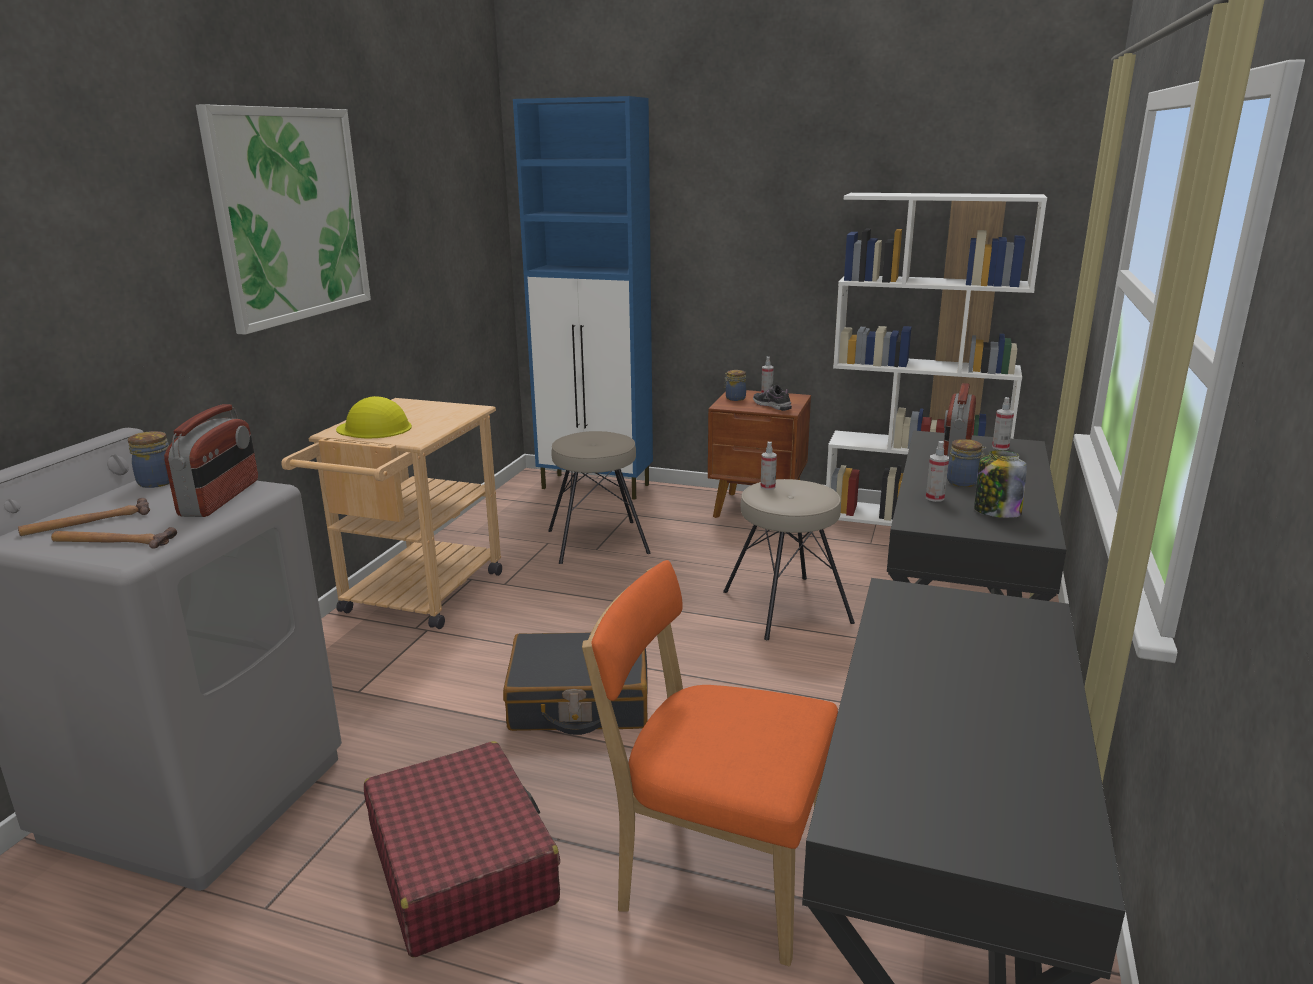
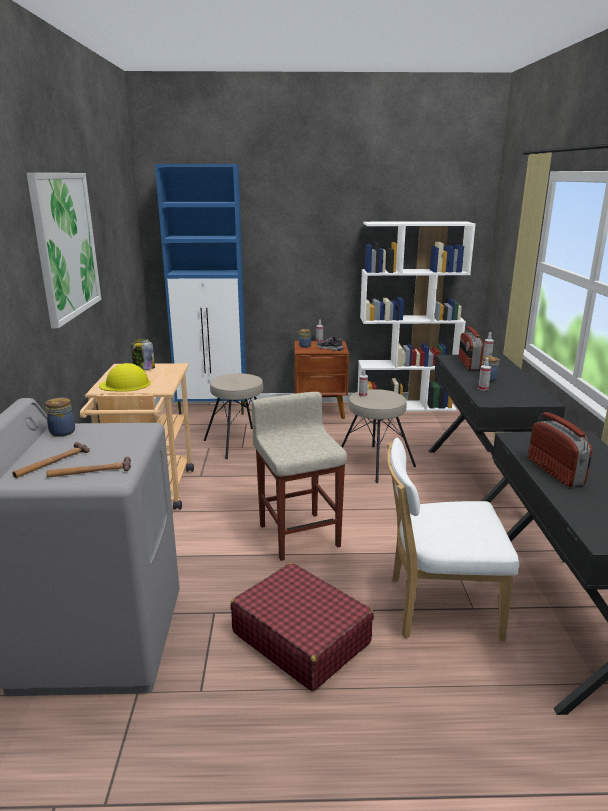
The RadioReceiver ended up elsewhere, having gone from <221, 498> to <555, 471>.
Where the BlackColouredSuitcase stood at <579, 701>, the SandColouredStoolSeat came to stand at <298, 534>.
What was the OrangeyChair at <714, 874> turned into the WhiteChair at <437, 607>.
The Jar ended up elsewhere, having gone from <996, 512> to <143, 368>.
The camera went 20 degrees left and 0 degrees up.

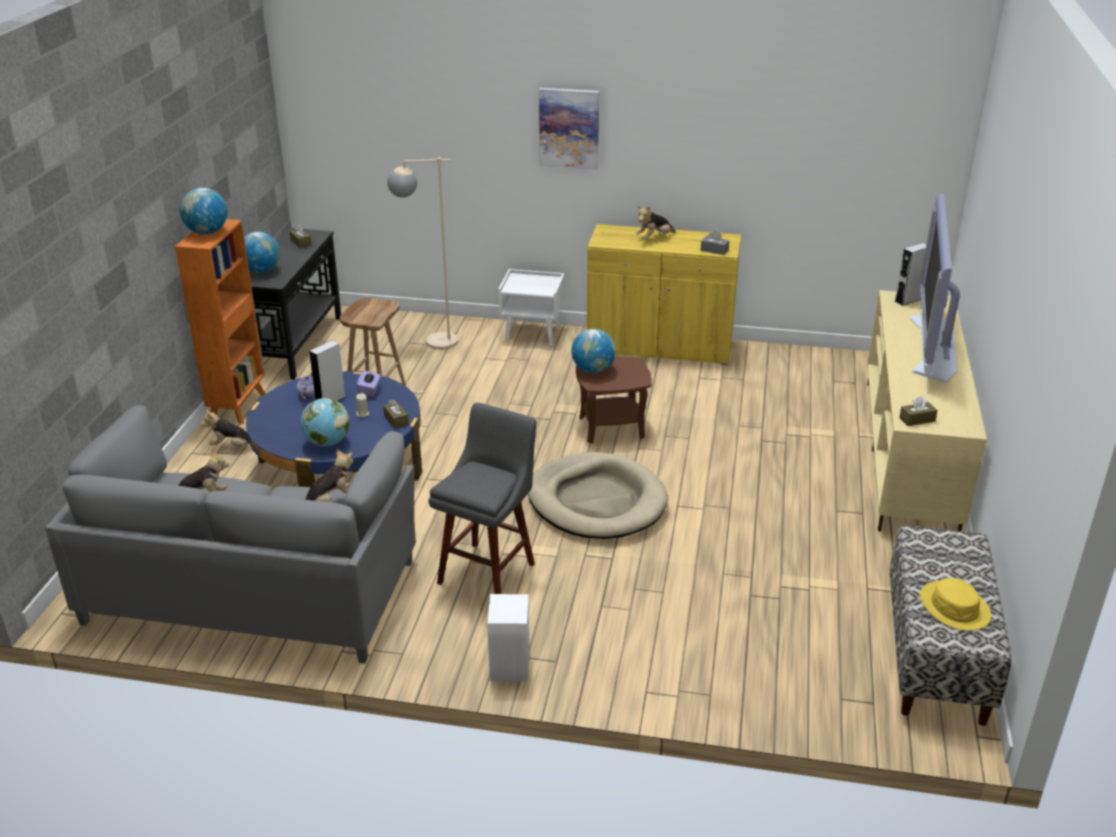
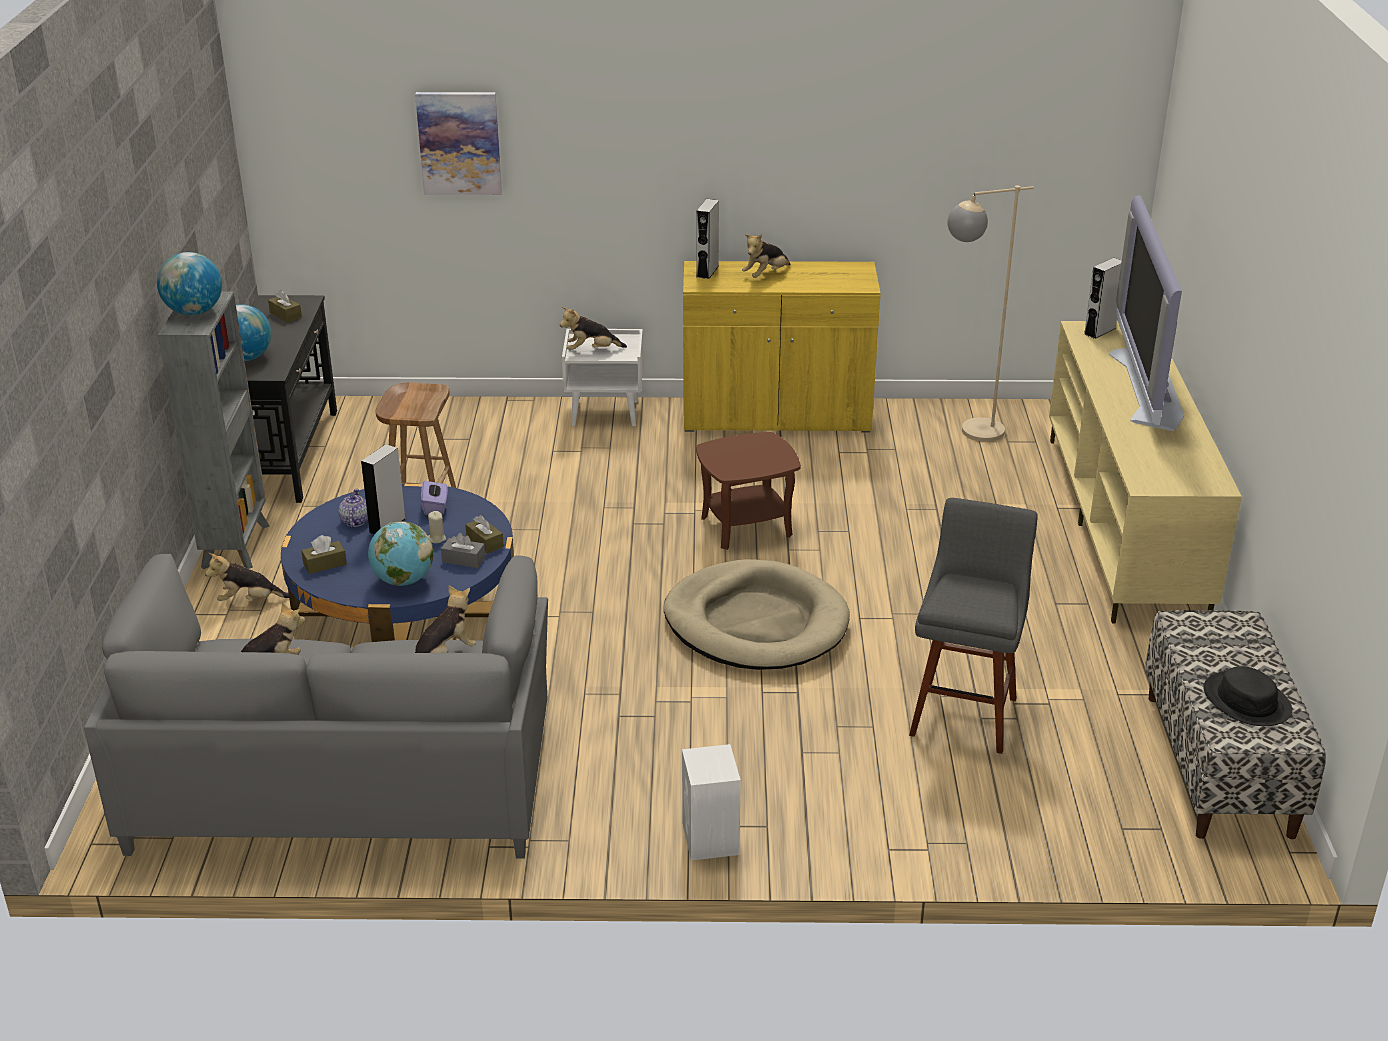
What was the OrangeyBookshelf at <238, 406> turned into the GrayBookshelf at <236, 545>.
The SandColouredStandardLamp ended up elsewhere, having gone from <430, 342> to <968, 433>.
The GrayStoolSeat ended up elsewhere, having gone from <489, 570> to <965, 712>.
The Picture ended up elsewhere, having gone from <569, 128> to <459, 143>.
The second view lost the Globe at <593, 370>.
The GrayTissueHolder ended up elsewhere, having gone from <714, 250> to <463, 560>.
The BrownTissueHolder ended up elsewhere, having gone from <917, 419> to <325, 564>.
What was the YellowishWearableHat at <955, 607> turned into the BlackColouredWearableHat at <1247, 700>.
The second view gained the CuddlyToy at <591, 351>.
The second view gained the GrayLoudspeaker at <707, 271>.
The camera went 10 degrees left and 0 degrees up.

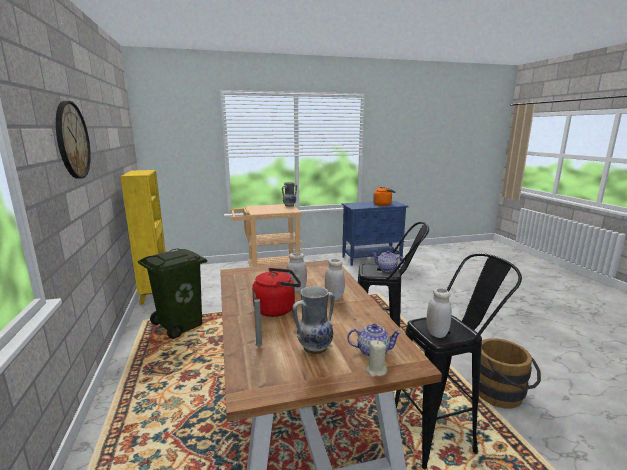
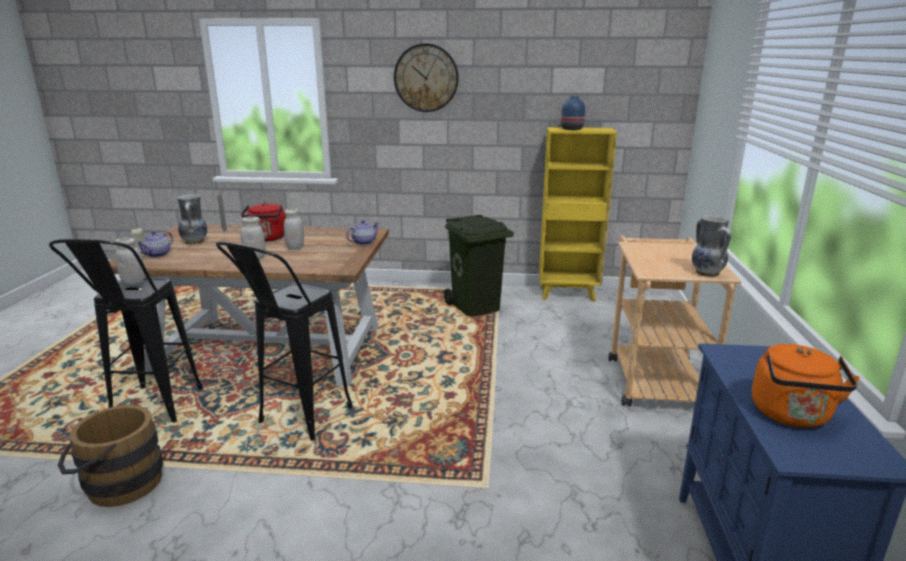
The TeaPot ended up elsewhere, having gone from <387, 269> to <363, 242>.
The second view gained the BlueDecorativeVase at <572, 129>.
The camera went 110 degrees right and 5 degrees up.

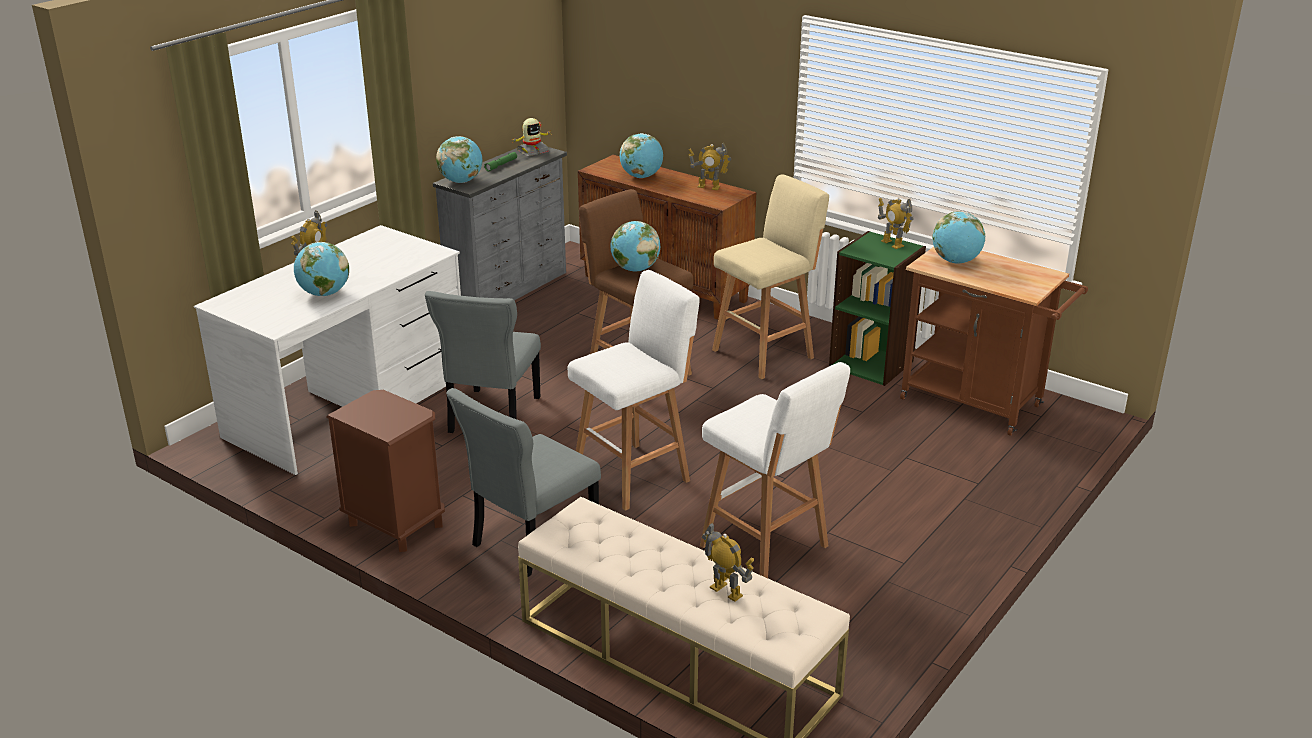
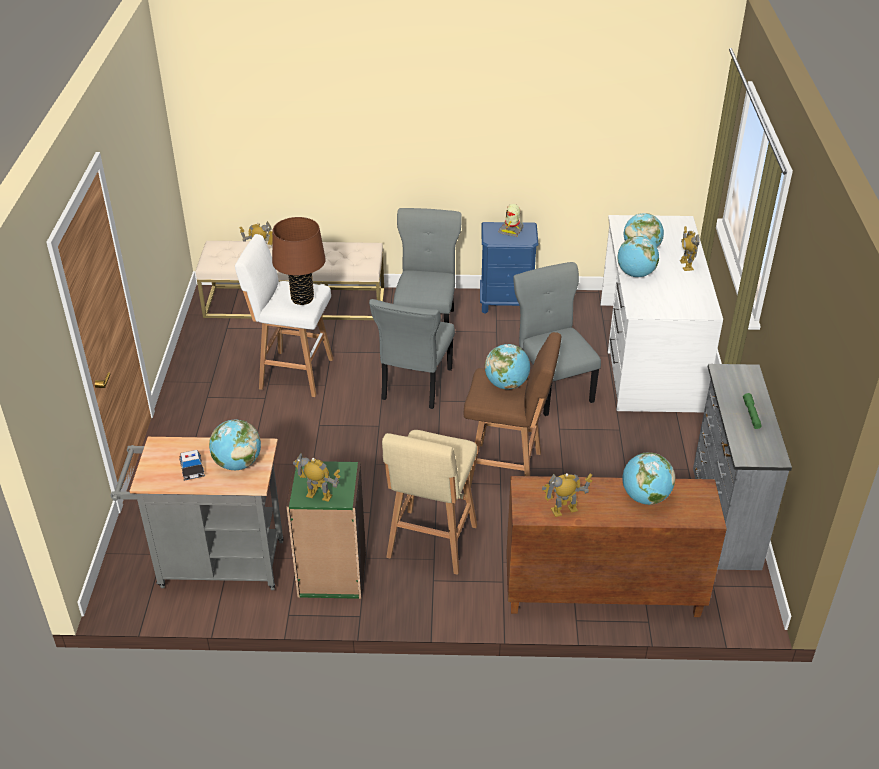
What was the BrownNightstand at <395, 525> turned into the BlueNightstand at <507, 303>.
The Globe ended up elsewhere, having gone from <461, 181> to <635, 274>.
The ToyRobot ended up elsewhere, having gone from <532, 151> to <511, 230>.
Where the WhiteStoolSeat stood at <634, 474>, the GrayChair came to stand at <415, 386>.
What was the BrownTrolley at <979, 405> turned into the GrayTrolley at <214, 565>.
The second view gained the ModelCar at <192, 468>.
The second view gained the BrownLampForATable at <302, 299>.
The camera went 145 degrees right and 10 degrees up.

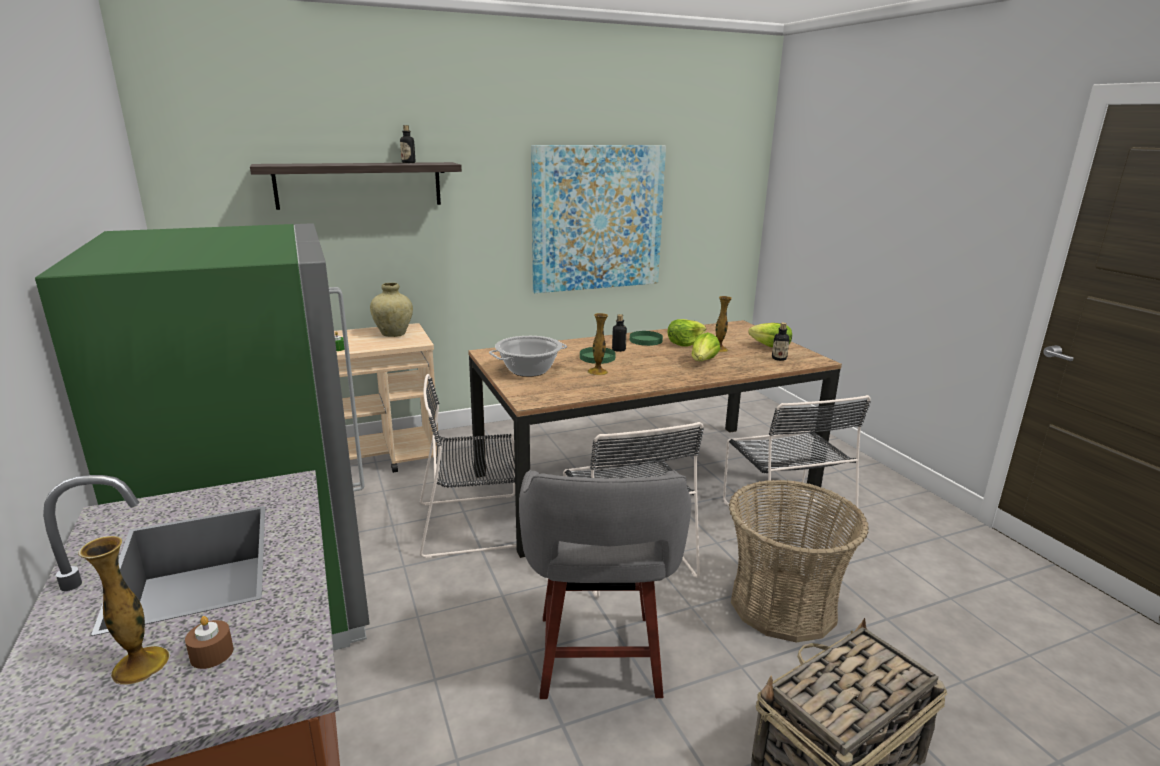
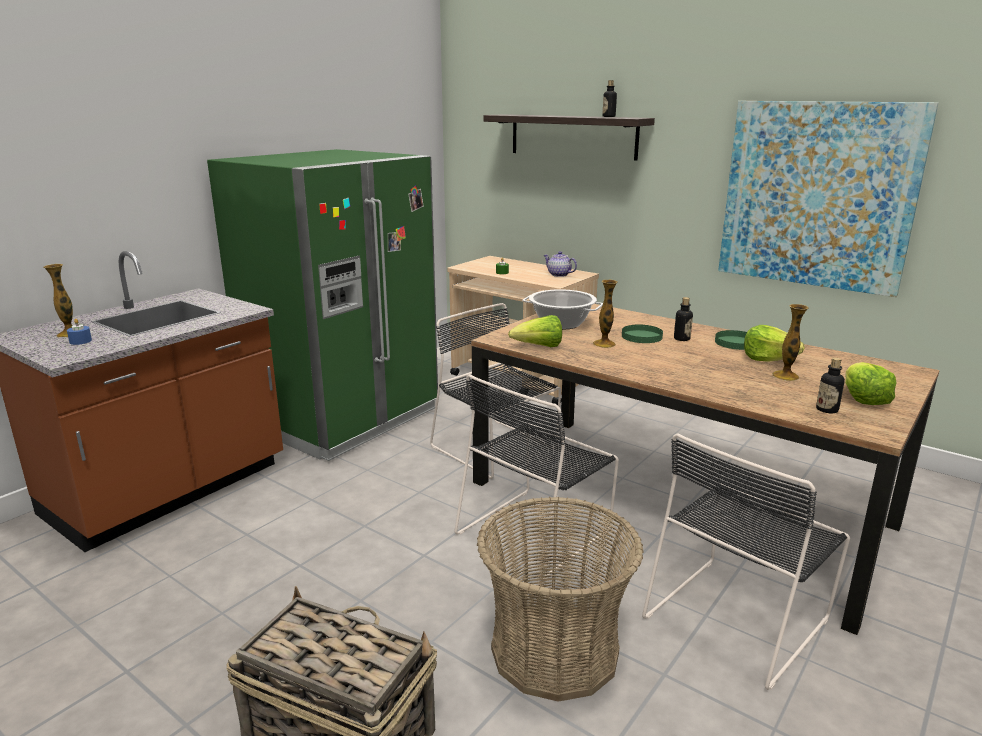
What was the BrownCandle at <212, 654> turned into the BlueCandle at <80, 341>.
Where the SandColouredDecorativeVase stood at <393, 334>, the TeaPot came to stand at <558, 275>.
The second view lost the GrayStoolSeat at <599, 659>.
The Lettuce ended up elsewhere, having gone from <703, 362> to <539, 347>.
The camera went 60 degrees right and 0 degrees up.

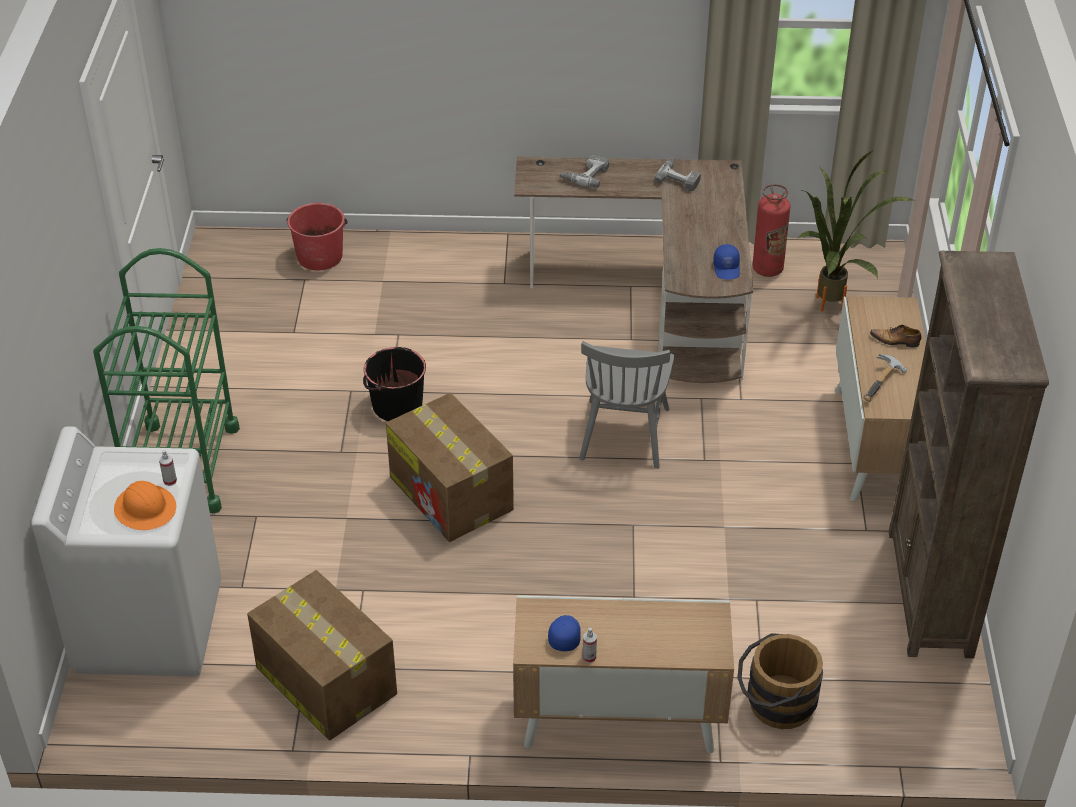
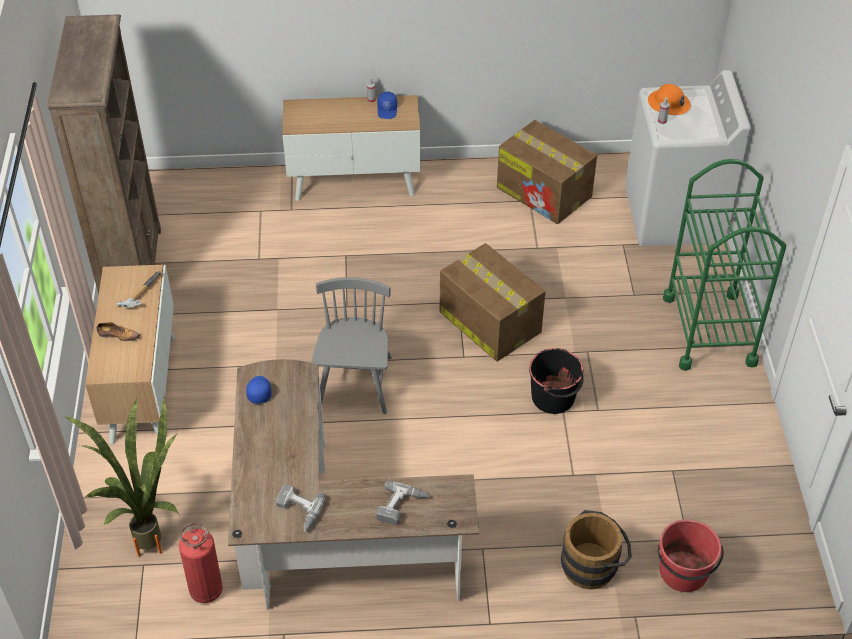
The BrownWaterBucket ended up elsewhere, having gone from <775, 704> to <593, 565>.
The camera went 175 degrees right and 5 degrees up.

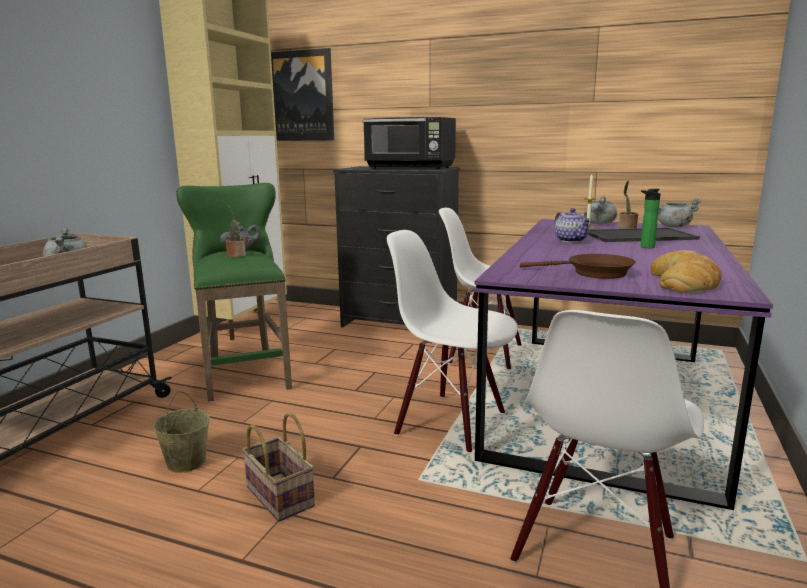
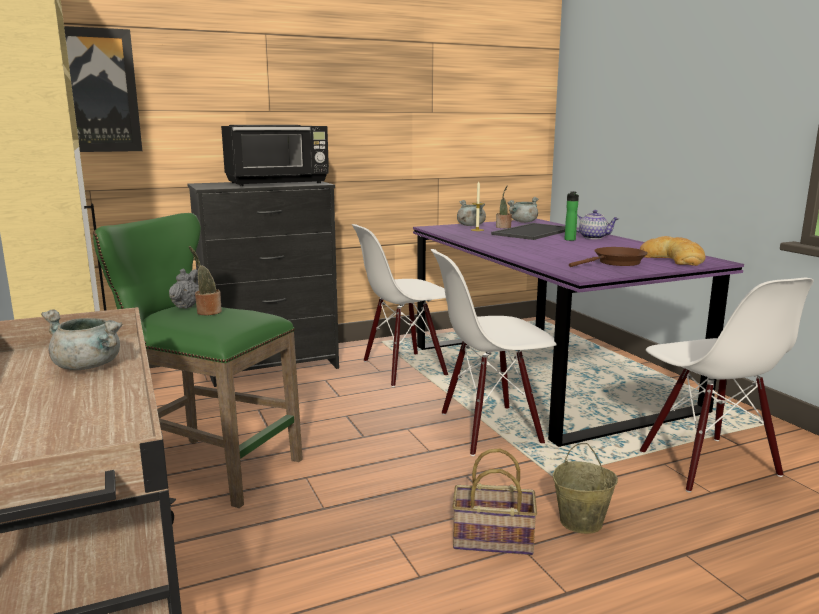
The SandColouredWaterBucket ended up elsewhere, having gone from <185, 462> to <580, 522>.
The TeaPot ended up elsewhere, having gone from <571, 240> to <593, 237>.
The camera went 45 degrees left and 0 degrees up.

